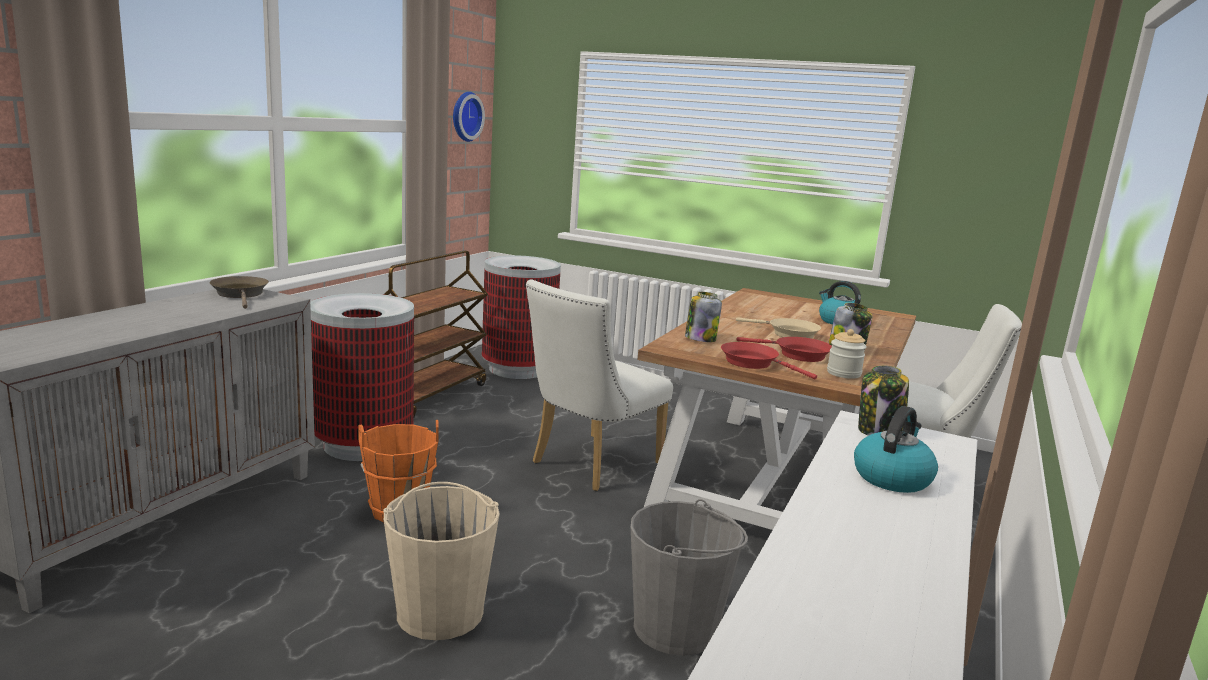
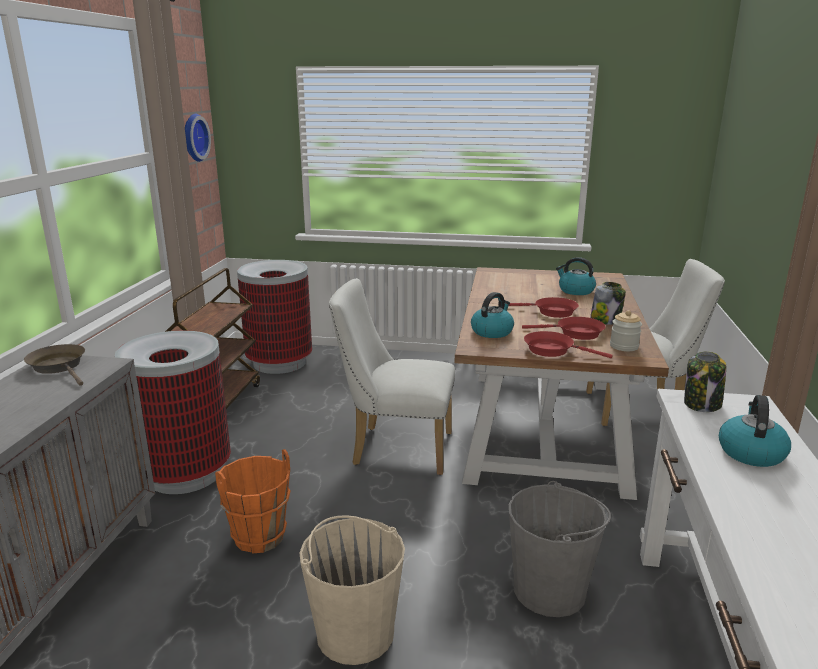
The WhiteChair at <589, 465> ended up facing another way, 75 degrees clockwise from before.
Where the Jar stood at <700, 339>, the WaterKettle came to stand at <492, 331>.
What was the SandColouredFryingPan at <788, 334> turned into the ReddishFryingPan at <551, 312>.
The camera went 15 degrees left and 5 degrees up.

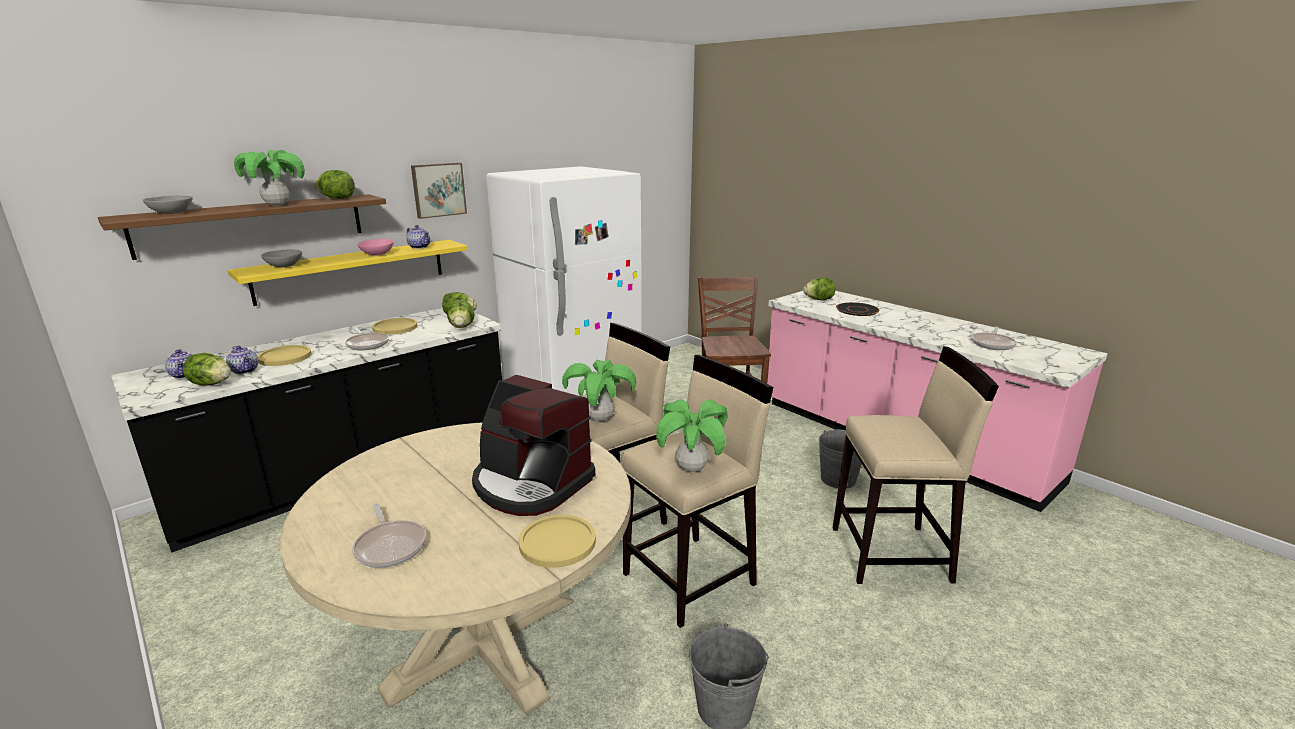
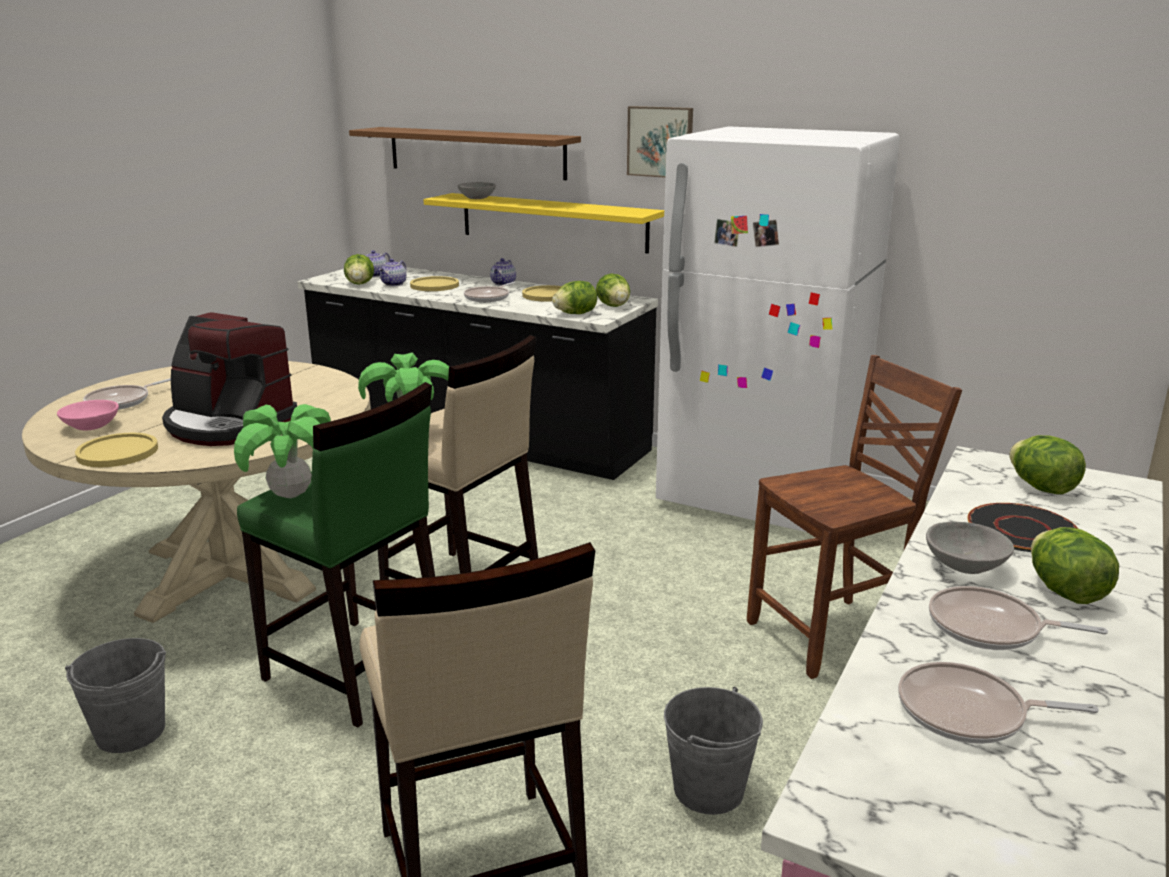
The GrayServingBowl ended up elsewhere, having gone from <172, 213> to <965, 566>.
The second view lost the PlantInAPot at <277, 205>.
The Lettuce ended up elsewhere, having gone from <337, 198> to <1065, 592>.
The PinkServingBowl ended up elsewhere, having gone from <377, 254> to <91, 427>.
The TeaPot ended up elsewhere, having gone from <420, 247> to <504, 284>.
The CoffeeMaker at <531, 484> ended up facing another way, 75 degrees counterclockwise from before.
What was the SandColouredStoolSeat at <691, 579> turned into the GreenStoolSeat at <356, 671>.
The second view gained the FryingPan at <990, 628>.
The camera went 70 degrees right and 0 degrees up.

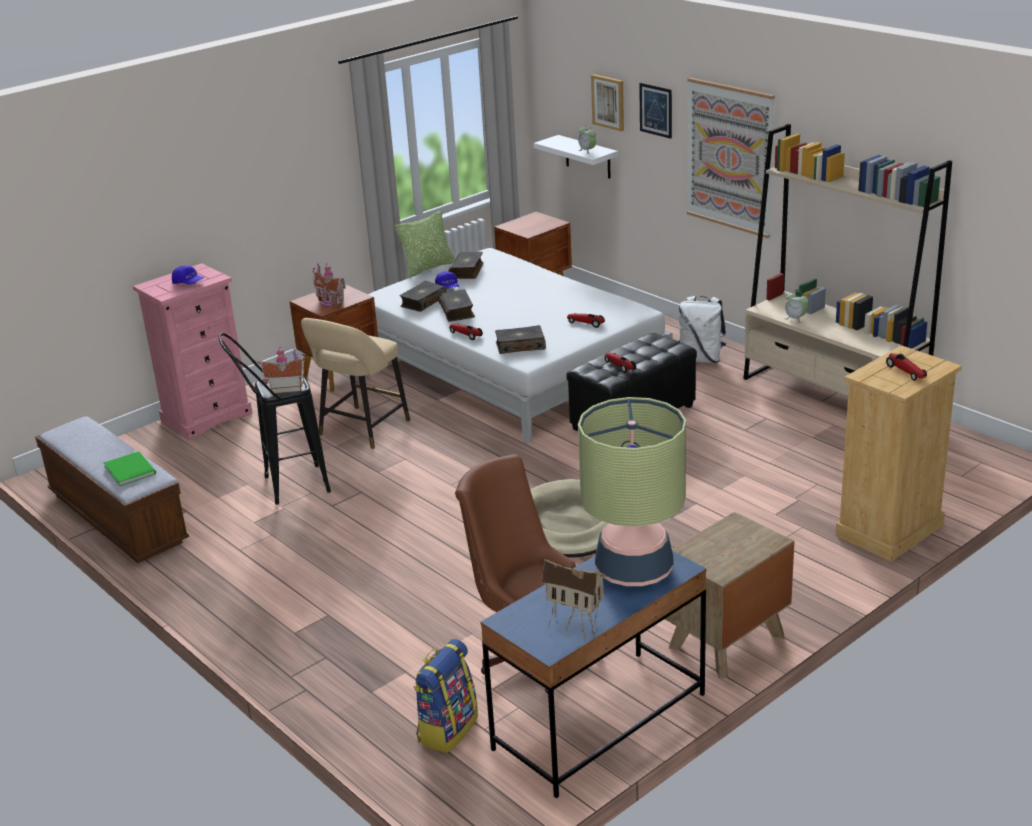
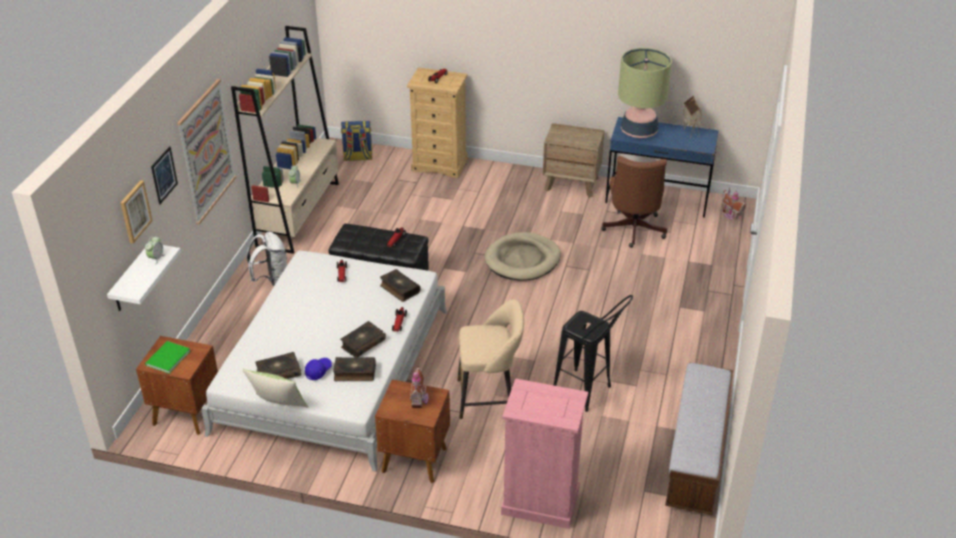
The GreenVolume ended up elsewhere, having gone from <130, 469> to <166, 358>.
The second view lost the BluePeakedCap at <189, 283>.
The ModelHouse ended up elsewhere, having gone from <286, 388> to <730, 215>.
The Rucksack ended up elsewhere, having gone from <447, 729> to <357, 157>.
The camera went 125 degrees left and 10 degrees up.

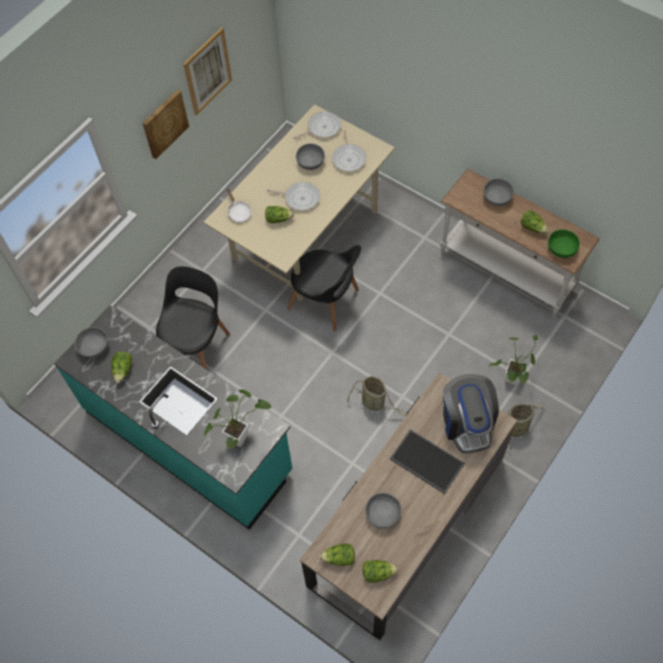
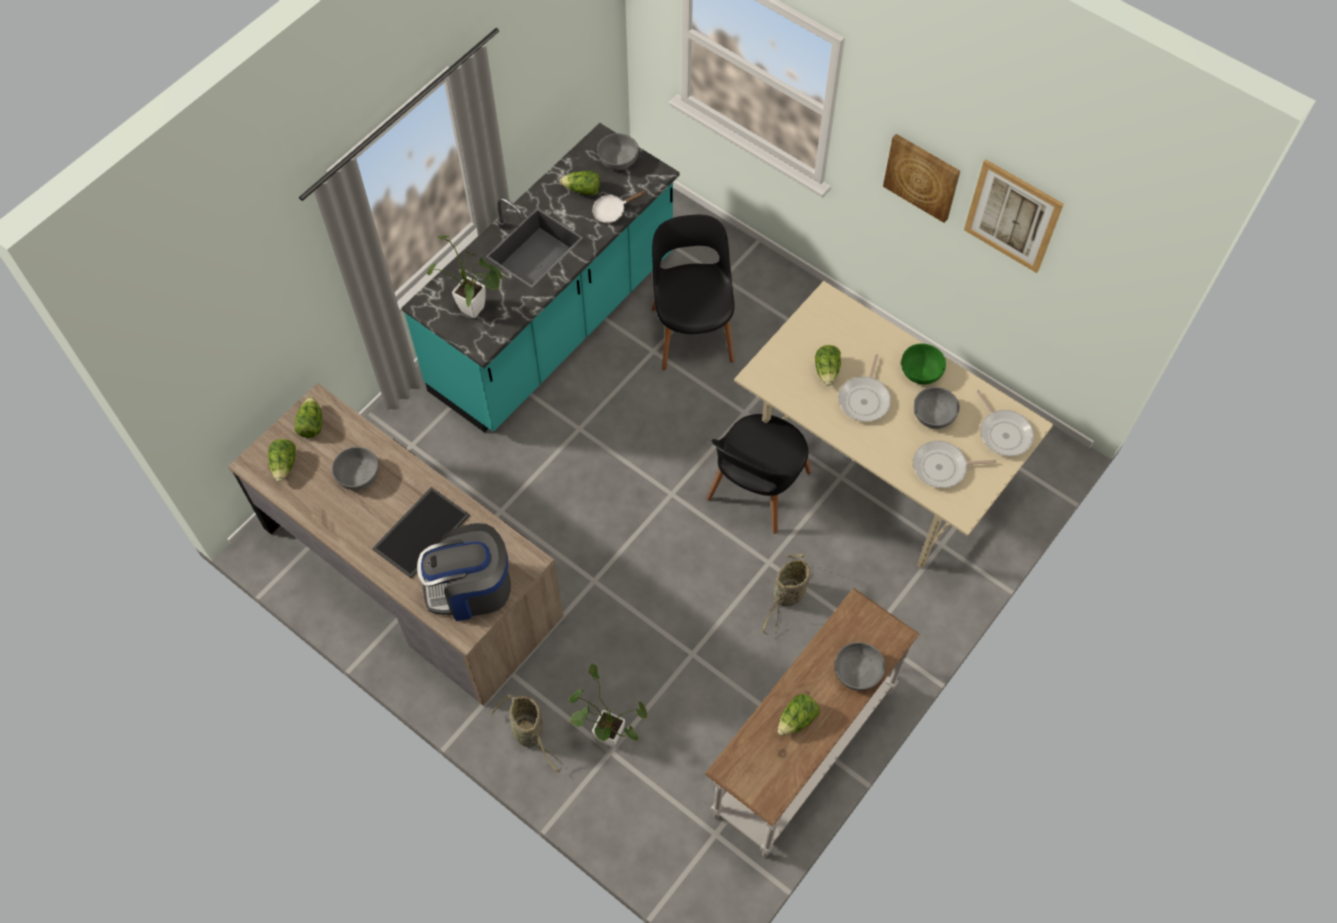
The BlackColouredChair at <196, 345> ended up facing another way, 120 degrees counterclockwise from before.
The WhiteFryingPan ended up elsewhere, having gone from <238, 212> to <612, 211>.
The Basket ended up elsewhere, having gone from <374, 403> to <787, 596>.
The GreenServingBowl ended up elsewhere, having gone from <561, 248> to <921, 371>.
The camera went 90 degrees right and 0 degrees up.

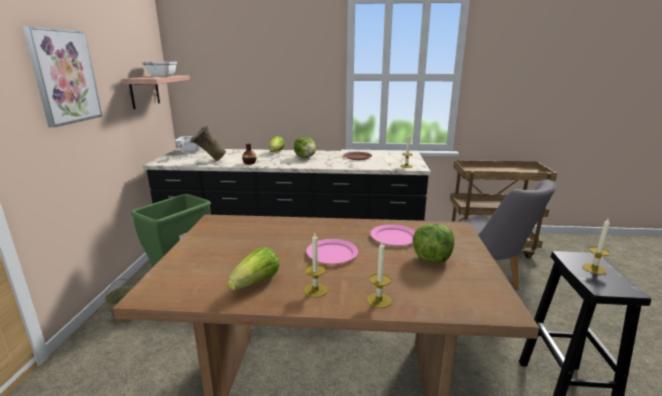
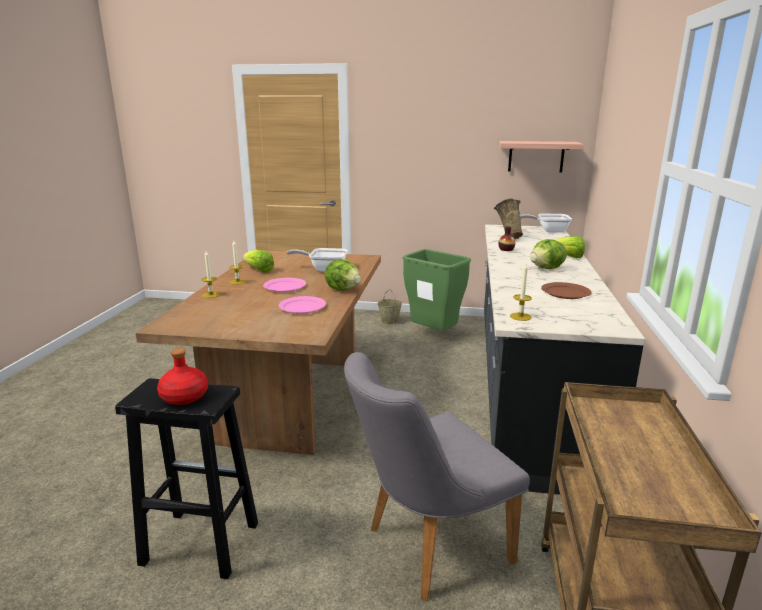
The second view lost the Picture at <64, 77>.
The FryingPan ended up elsewhere, having gone from <160, 76> to <324, 269>.
The Lettuce ended up elsewhere, having gone from <431, 258> to <343, 289>.
Where the Candle stood at <594, 269>, the ReddishBottle came to stand at <185, 396>.
The camera went 95 degrees right and 0 degrees up.

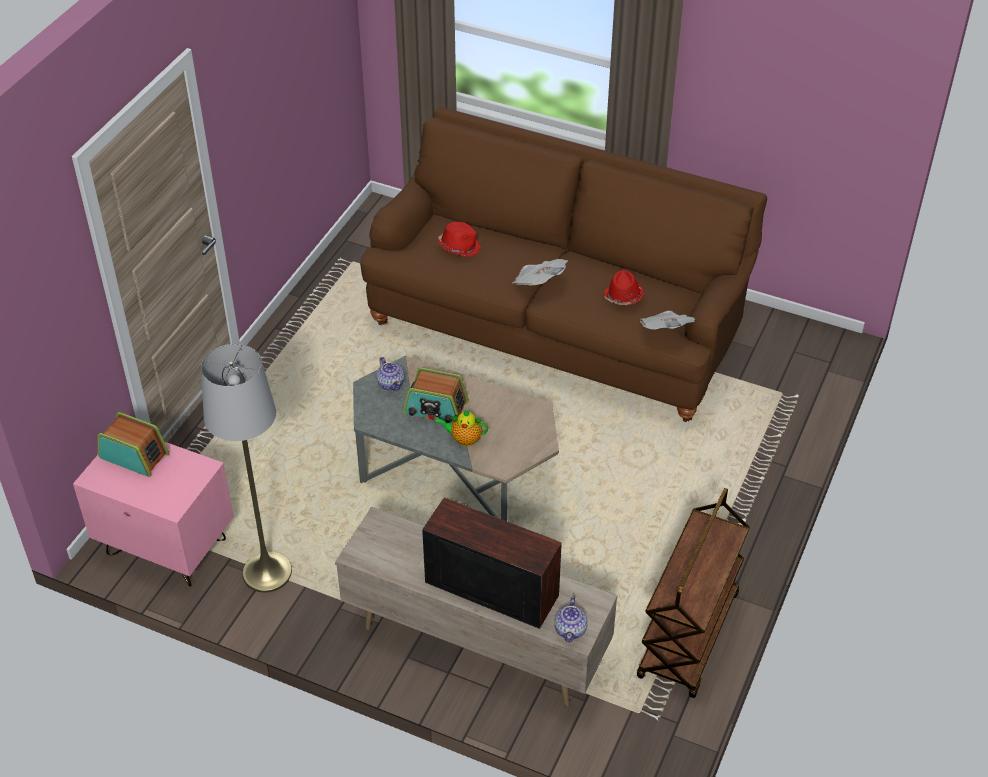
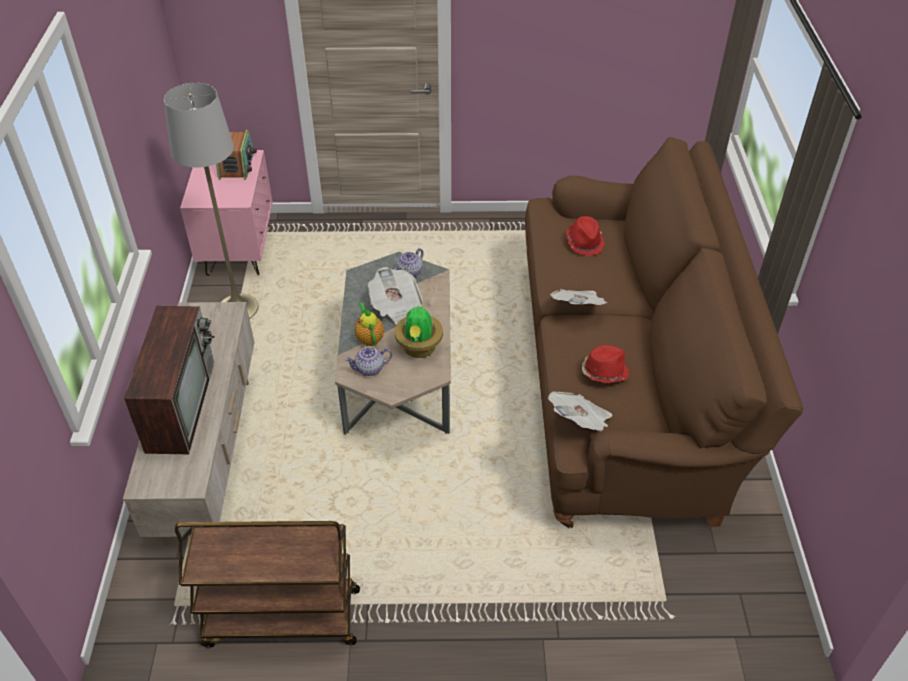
Where the RadioReceiver stood at <435, 408>, the PrintedPaper came to stand at <396, 308>.
The TeaPot ended up elsewhere, having gone from <570, 629> to <370, 369>.
The second view gained the PlantInAPot at <419, 348>.
The camera went 65 degrees right and 0 degrees up.

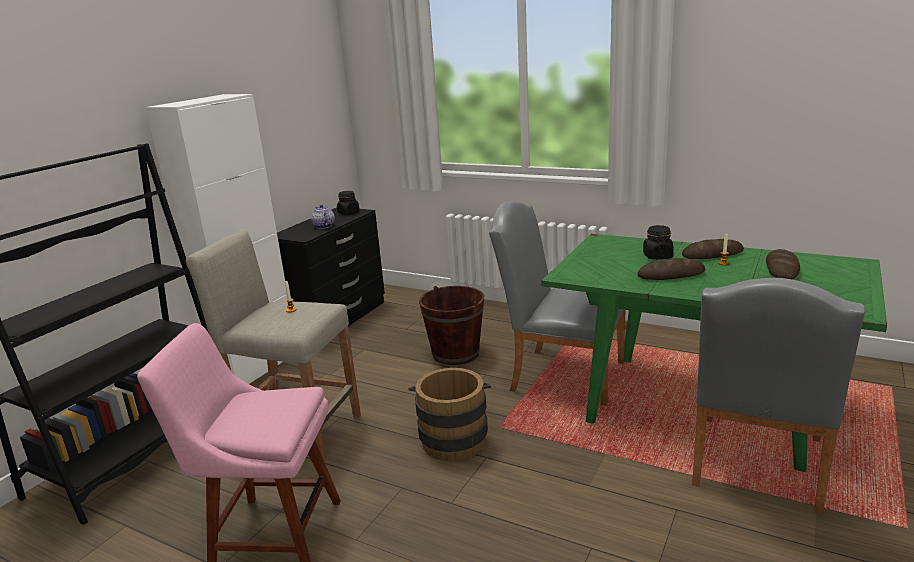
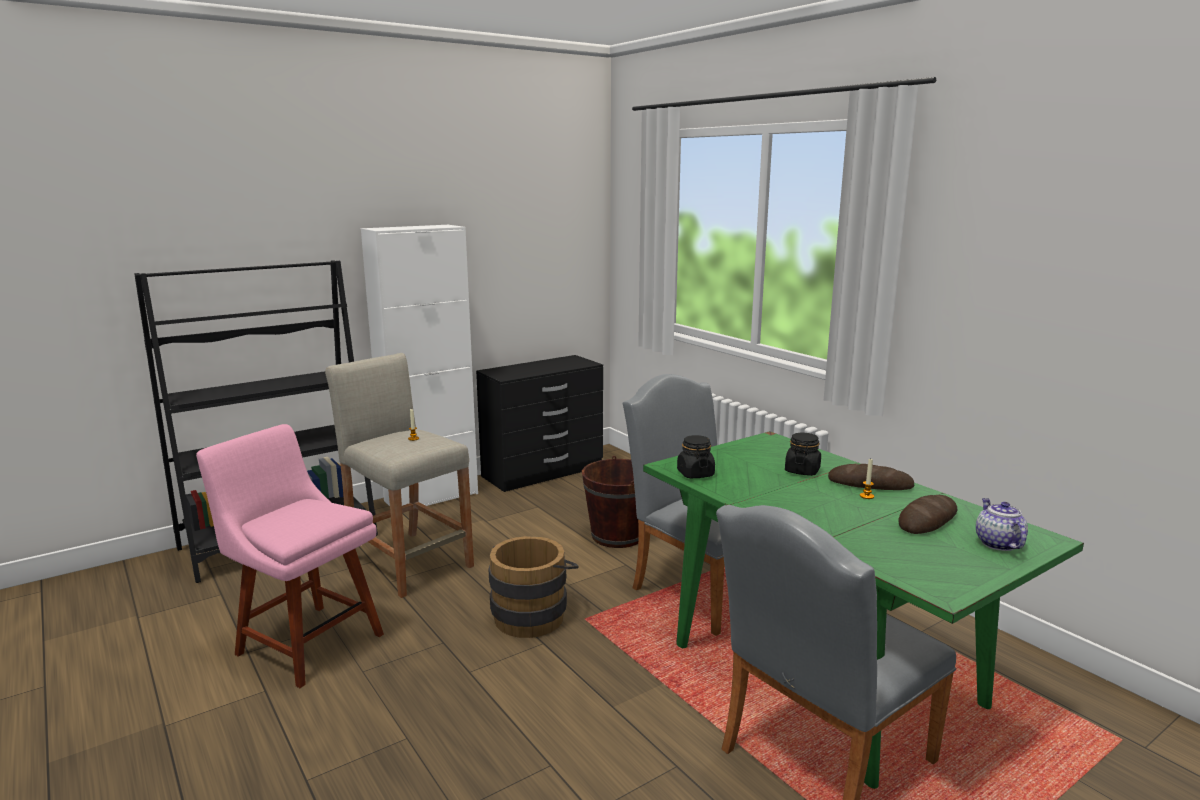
The TeaPot ended up elsewhere, having gone from <323, 226> to <997, 543>.
The BlackColouredJar ended up elsewhere, having gone from <348, 213> to <695, 474>.
The second view lost the BakeryBread at <671, 274>.
The camera went 25 degrees right and 5 degrees down.

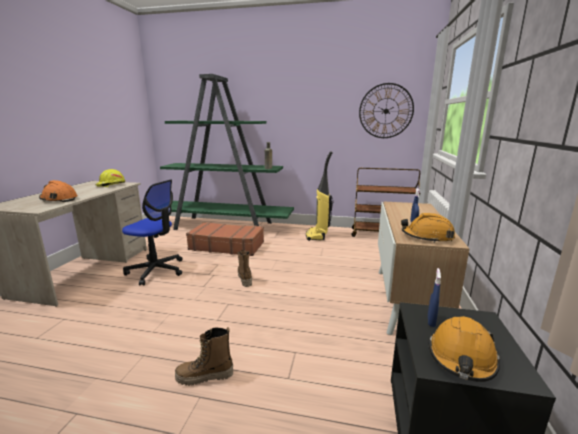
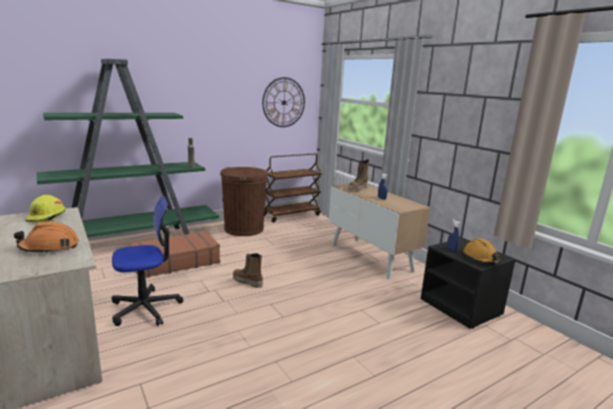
The Boot ended up elsewhere, having gone from <205, 377> to <358, 189>.
Where the Vacuum stood at <317, 235>, the BrownTrashCan came to stand at <244, 229>.
The second view lost the OrangeyHardHat at <427, 237>.
The camera went 45 degrees left and 0 degrees up.

